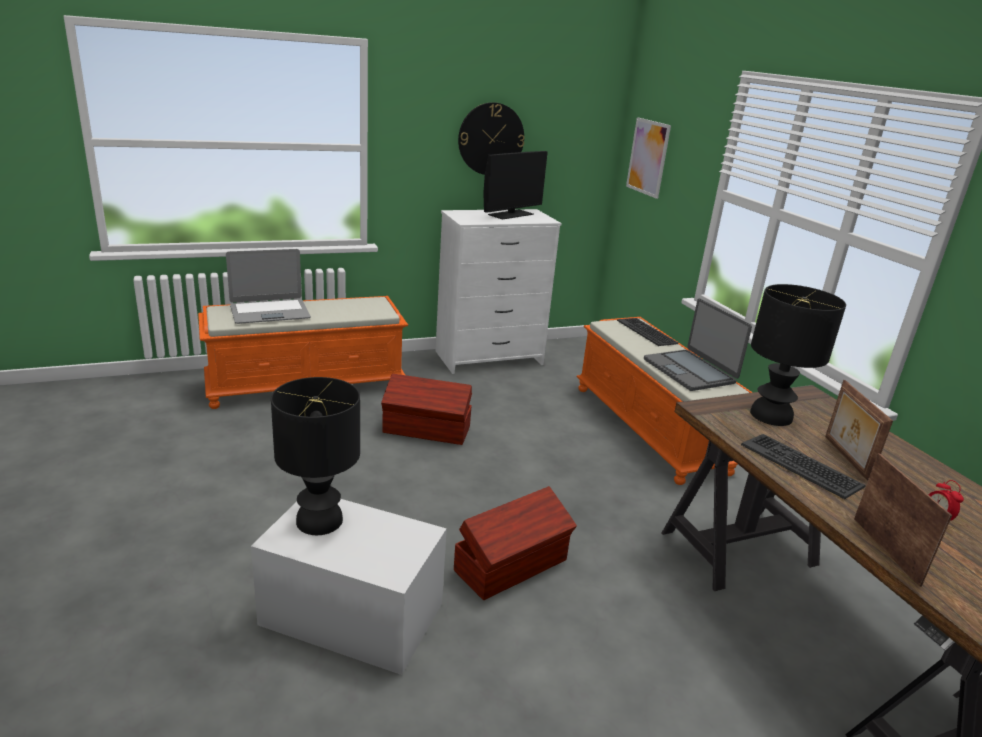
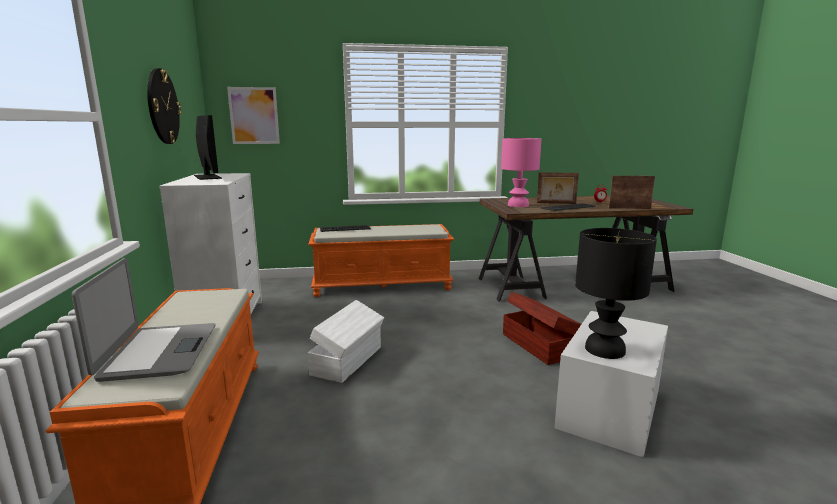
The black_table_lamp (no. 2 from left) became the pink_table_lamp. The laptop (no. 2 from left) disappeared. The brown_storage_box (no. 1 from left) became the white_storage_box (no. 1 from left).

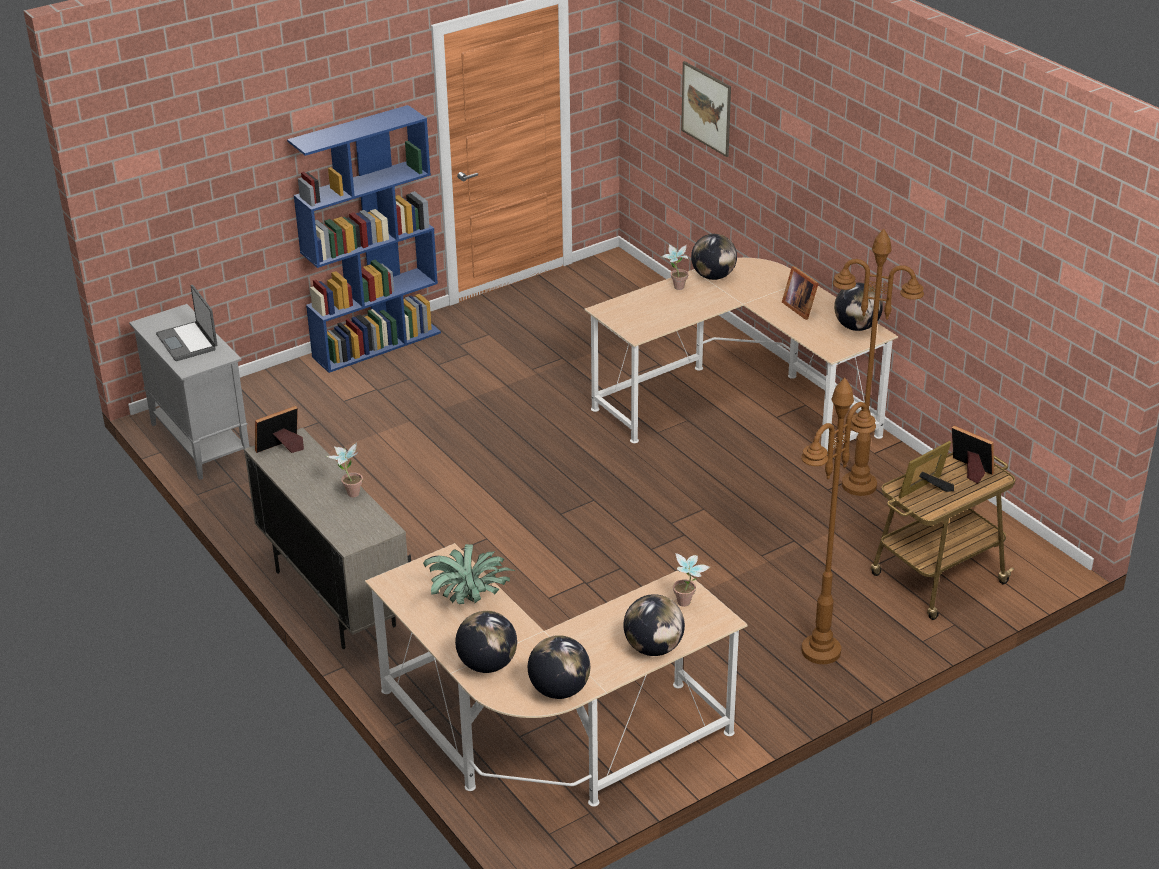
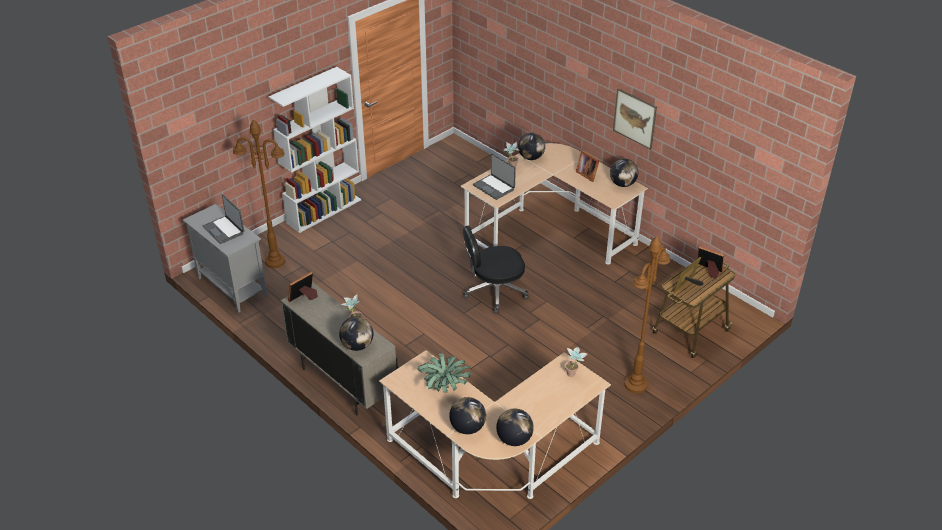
The picture moved. The blue_bookcase became the white_bookcase. The brown_floor_lamp (no. 2 from left in the first image) moved. The globe (no. 3 from left in the first image) moved. The laptop (no. 2 from left) appeared. The black_office_chair appeared.

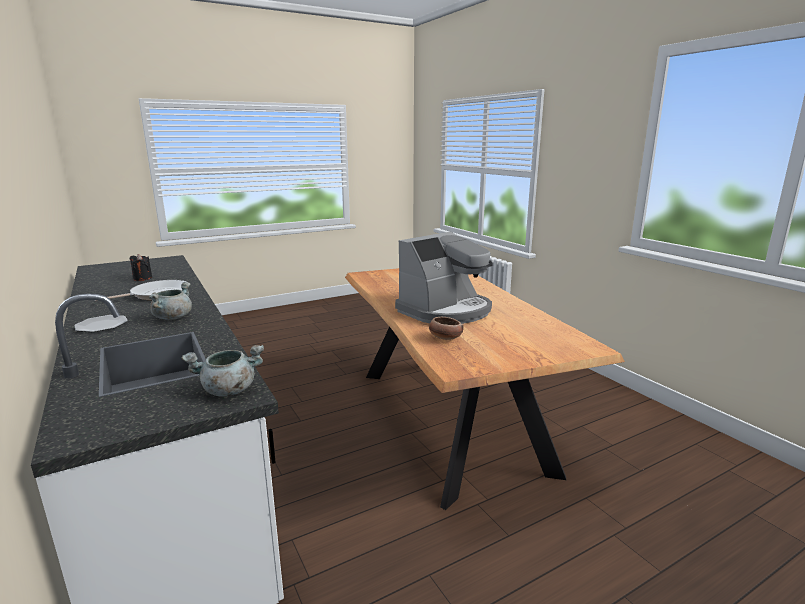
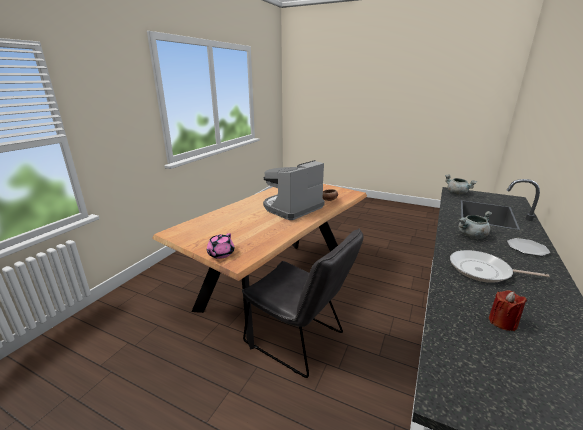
The coffee_machine turned 60 degrees counterclockwise. The black_candle became the red_candle. The grey_chair appeared. The pink_teapot appeared.

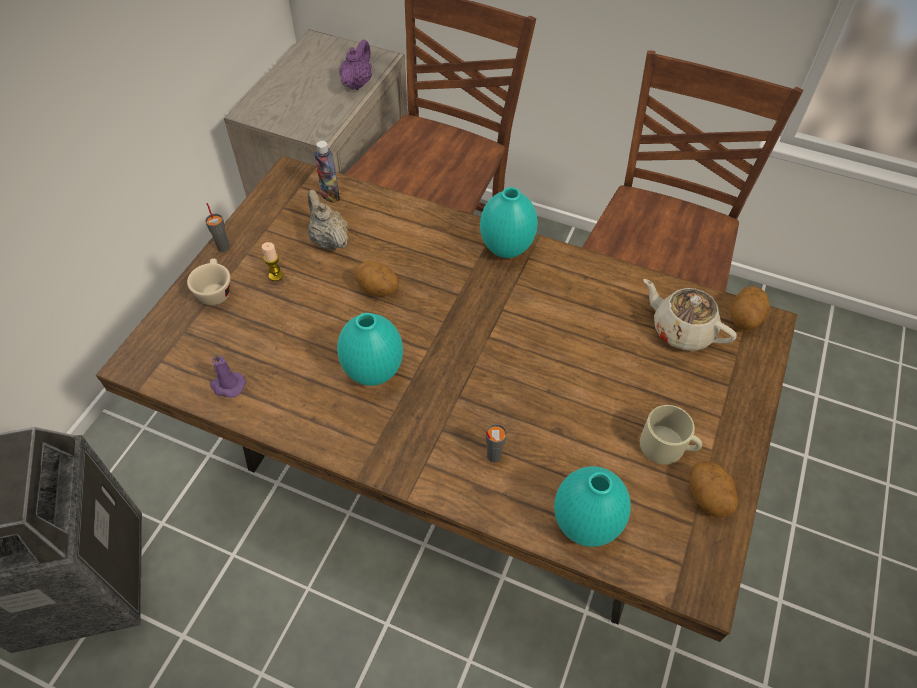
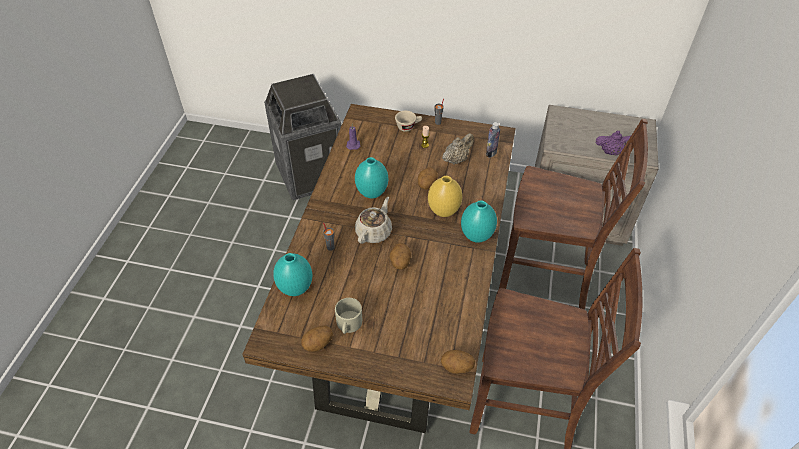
The beige_teapot (no. 2 from left in the first image) moved. The yellow_vase appeared. The potato (no. 2 from left) appeared.

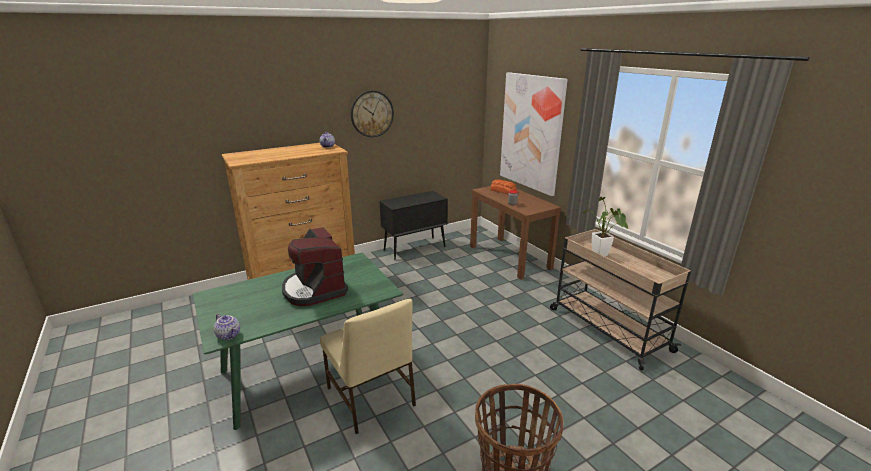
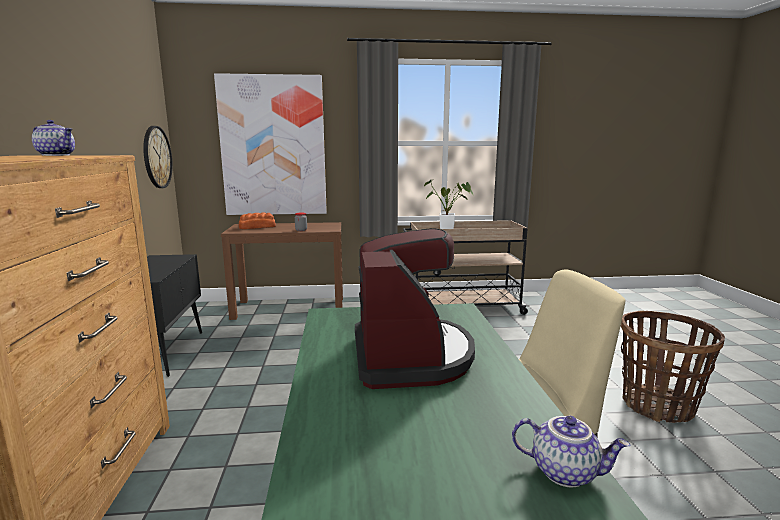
The wall_clock moved. The coffee_machine turned 90 degrees counterclockwise. The teapot (no. 1 from left in the first image) turned 45 degrees clockwise.

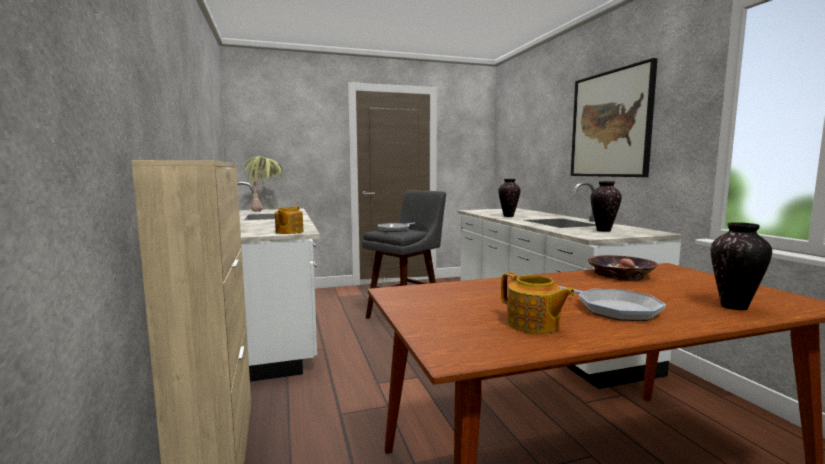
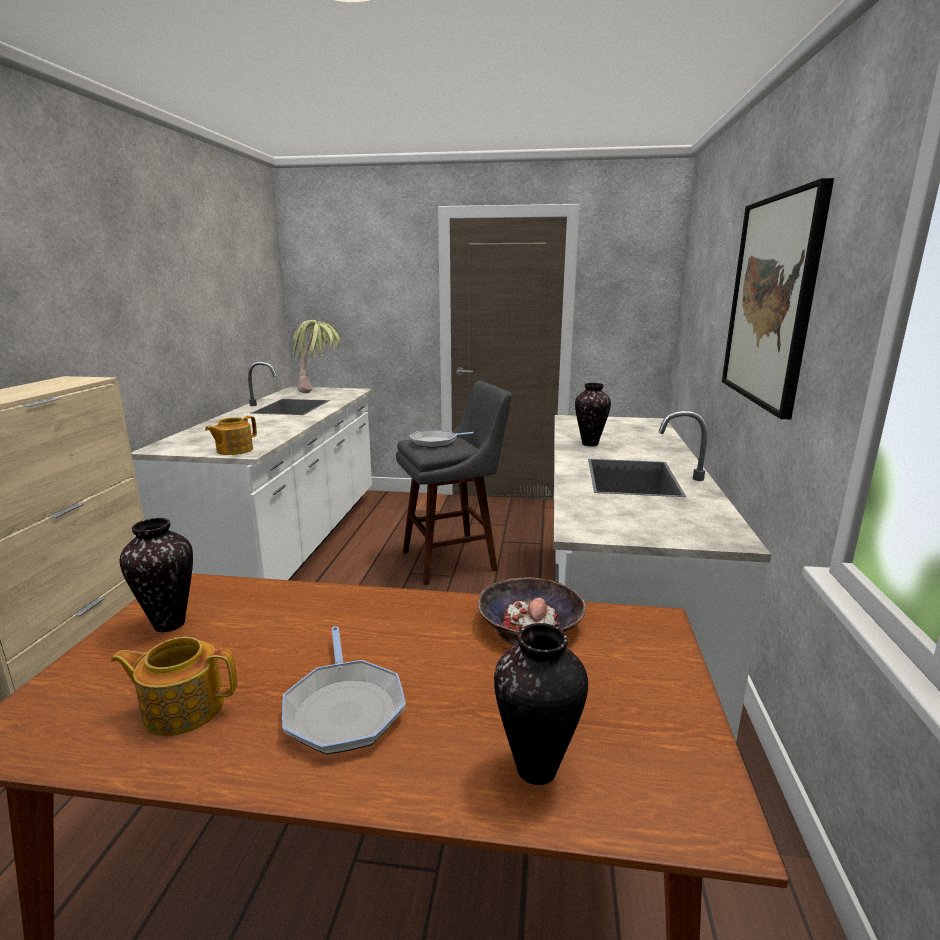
The vase (no. 2 from left in the first image) moved. The teapot (no. 2 from left in the first image) turned 105 degrees clockwise.

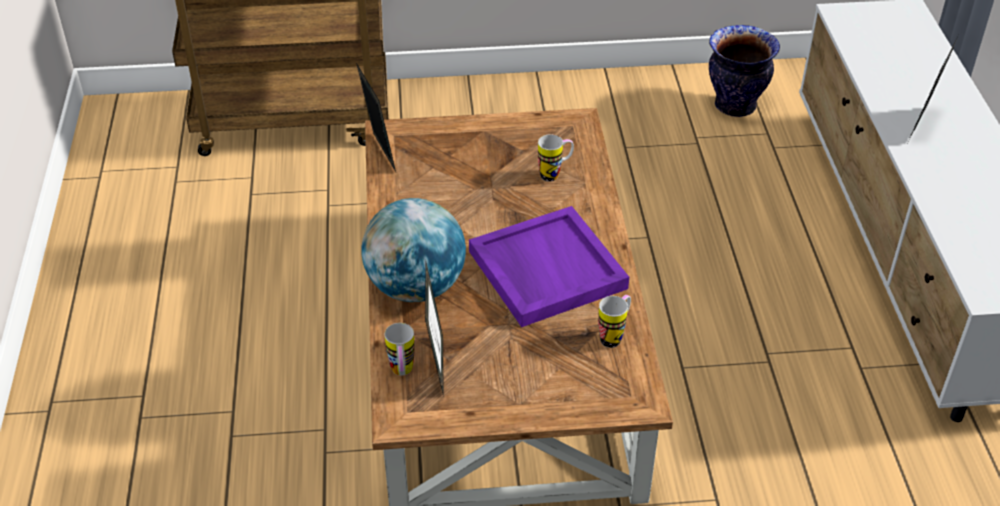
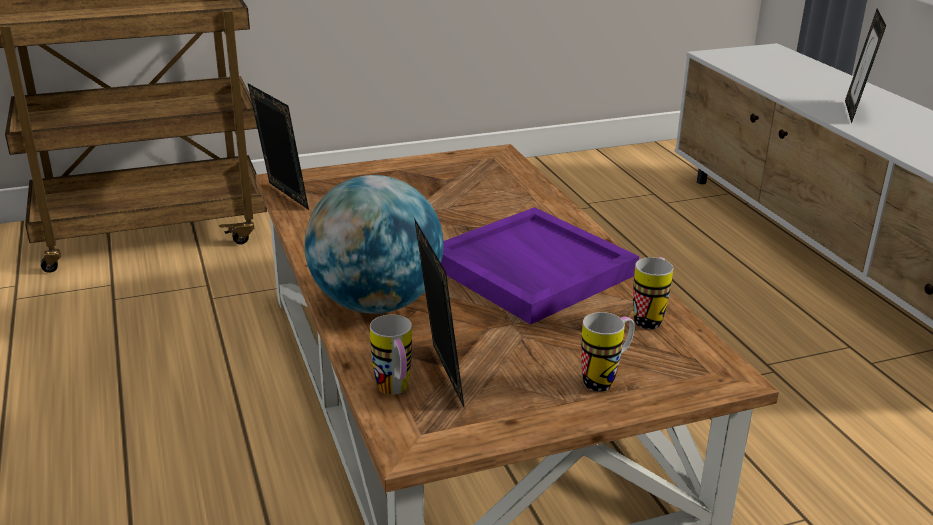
The vase disappeared. The mug (no. 2 from left) moved.

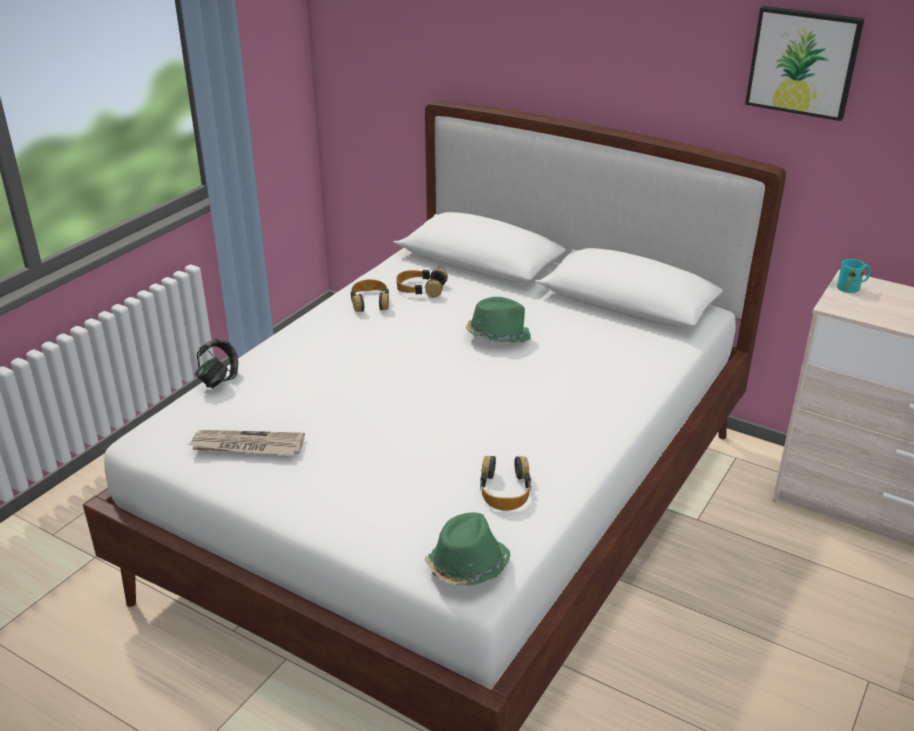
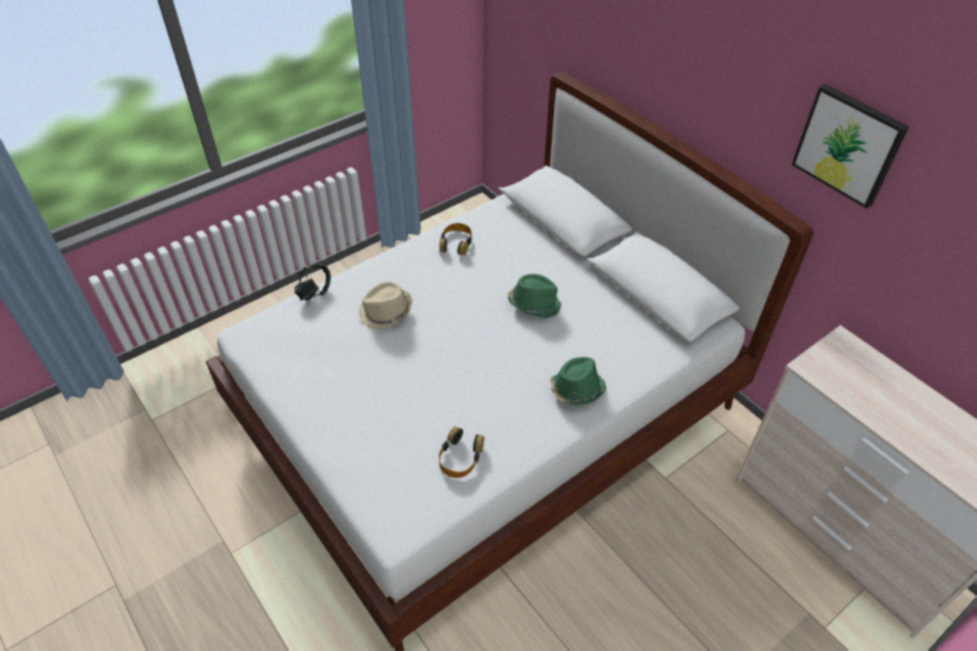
The turquoise_mug disappeared. The headphones (no. 3 from left) disappeared. The newspaper disappeared. The green_hat (no. 1 from left in the first image) moved. The beige_hat appeared.

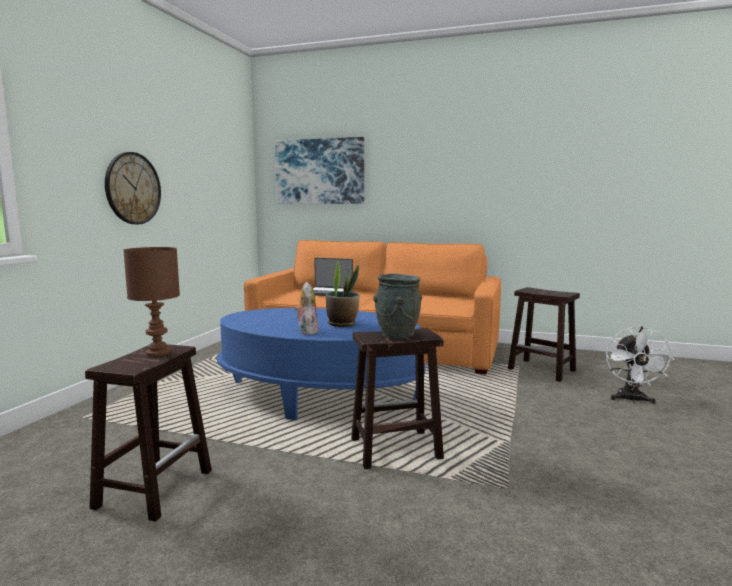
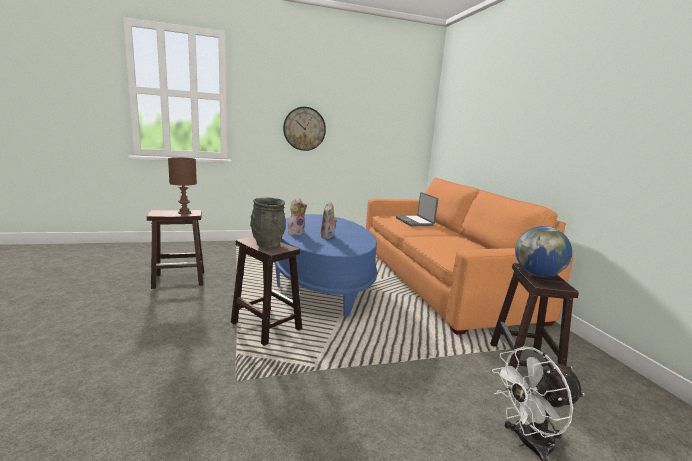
The picture disappeared. The potted_plant was replaced by the plush_toy (no. 2 from left). The globe appeared.

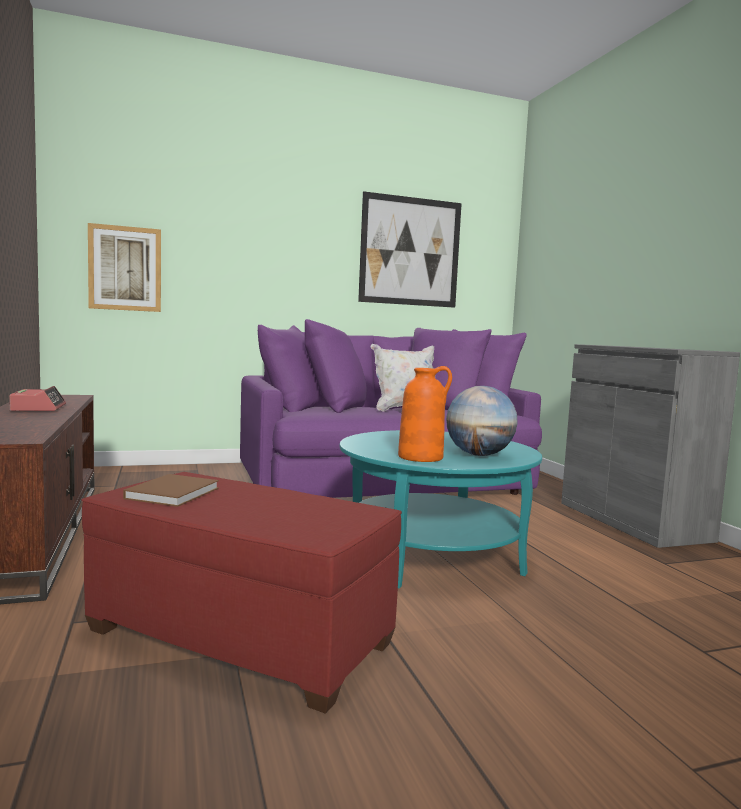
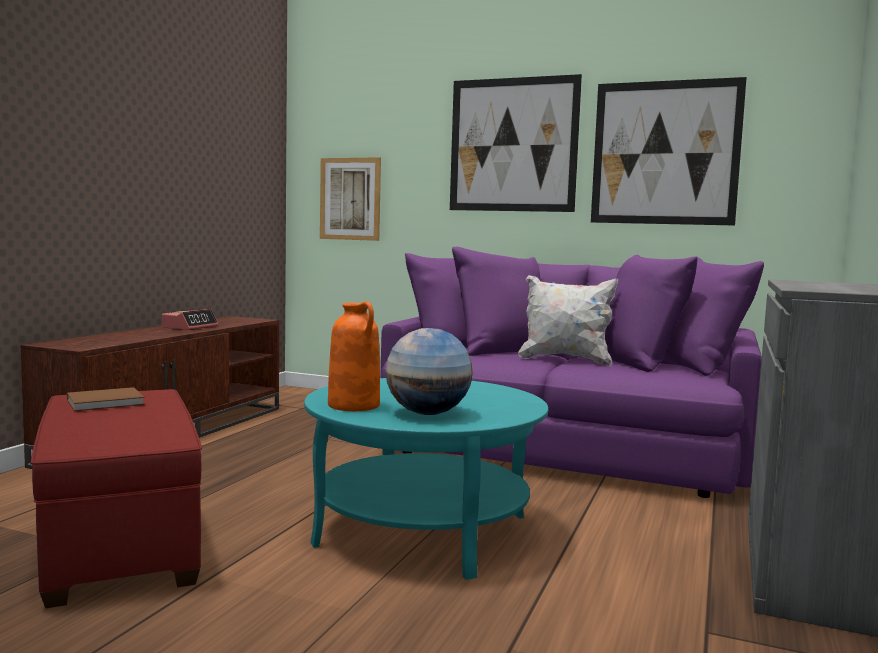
The picture (no. 2 from left) appeared.

